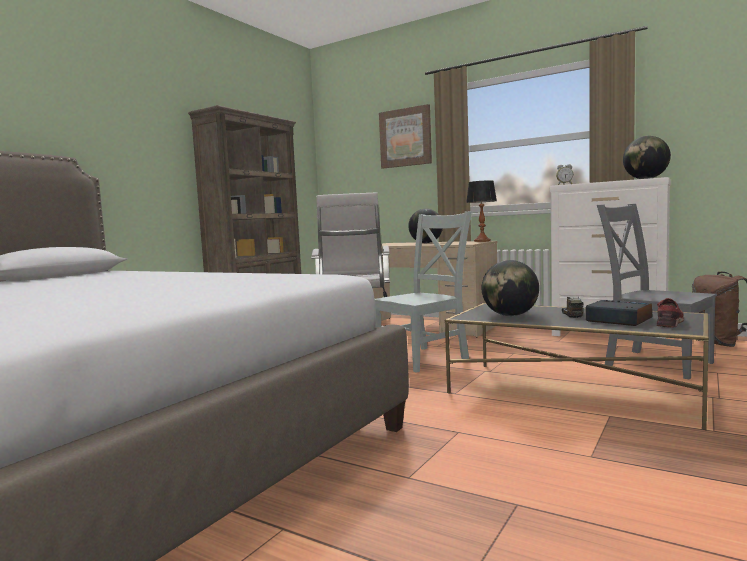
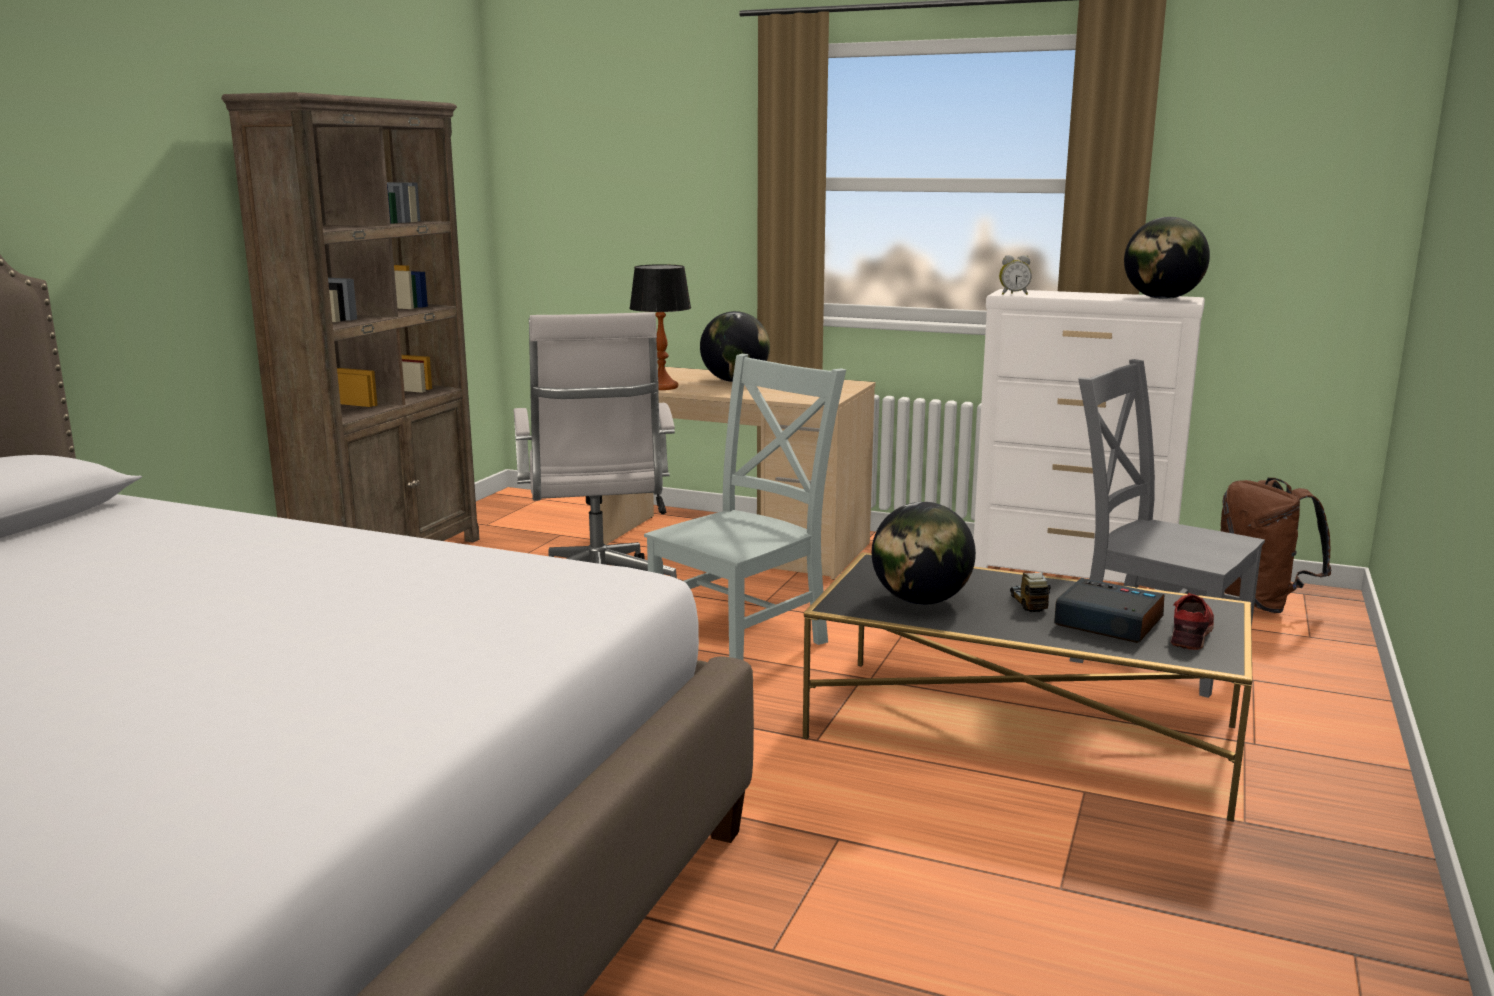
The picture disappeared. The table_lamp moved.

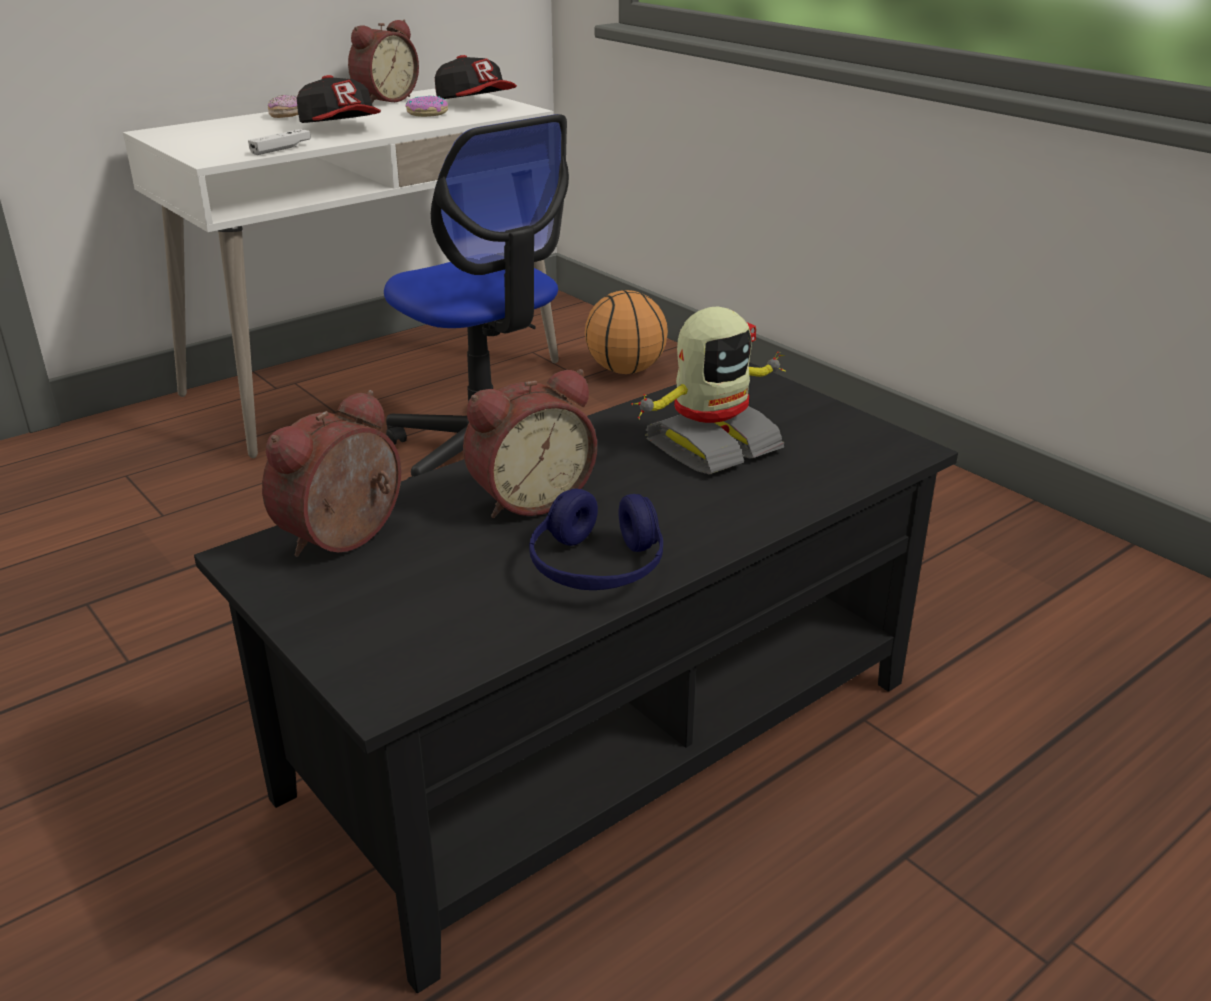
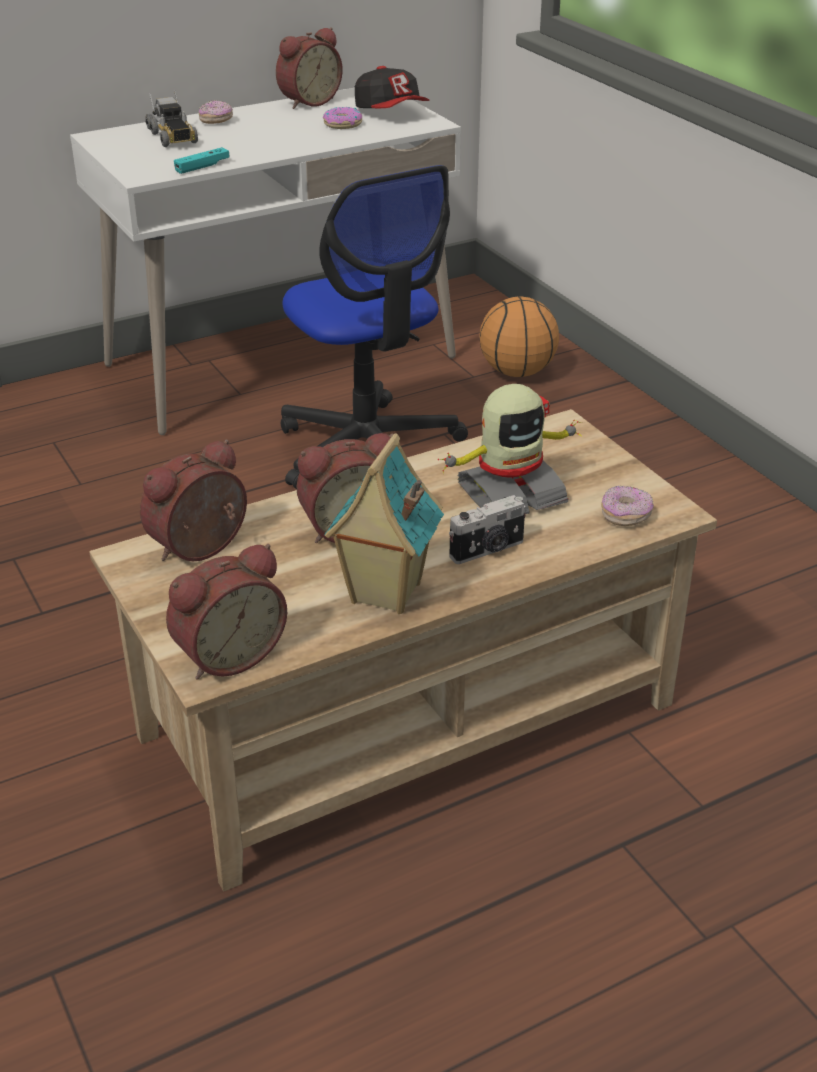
The cap (no. 1 from left) disappeared. The white_game_controller became the turquoise_game_controller. The black_coffee_table became the beige_coffee_table. The blue_headphones was replaced by the toy_house. The toy_truck appeared. The donut (no. 3 from left) appeared. The photo_camera appeared. The alarm_clock (no. 2 from left) appeared.

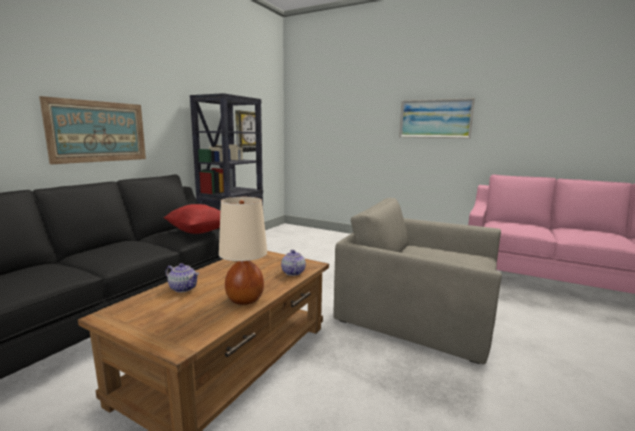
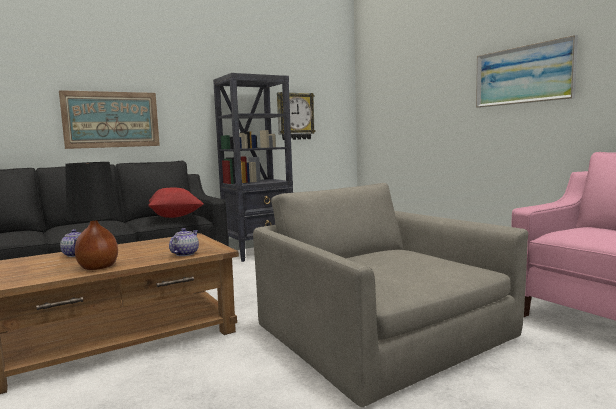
The beige_table_lamp became the black_table_lamp.

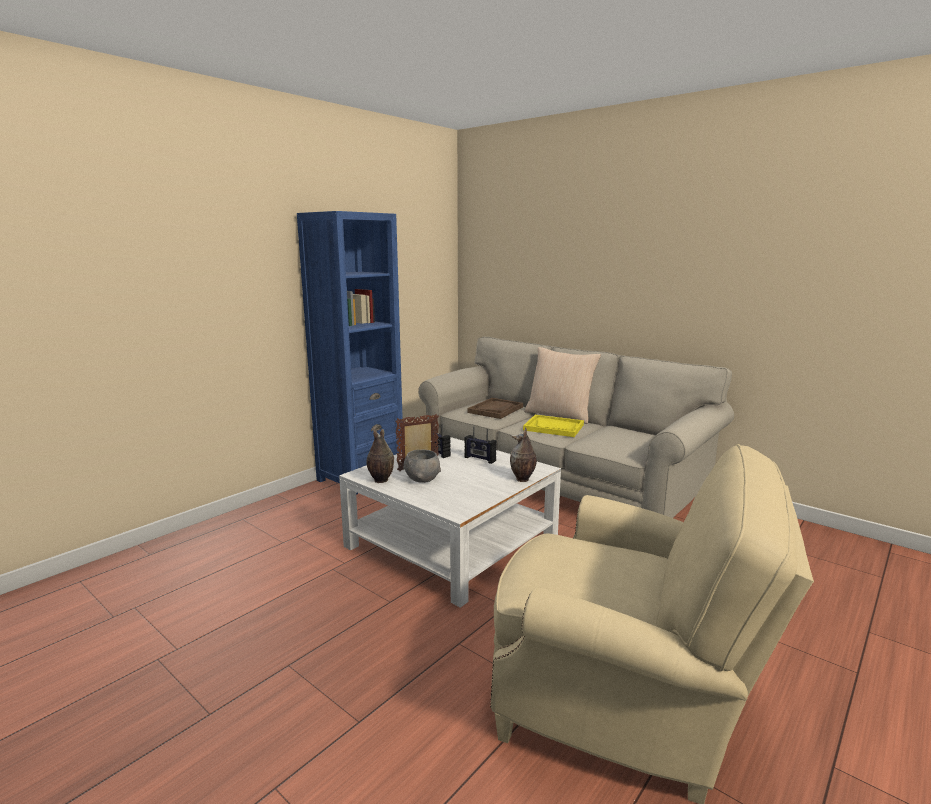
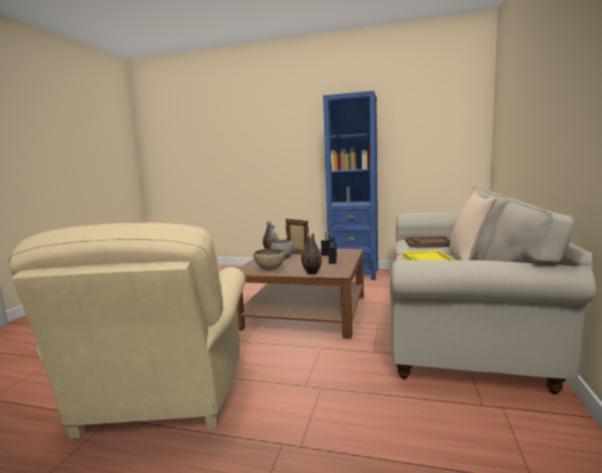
The white_coffee_table became the brown_coffee_table. The brown_bowl appeared.

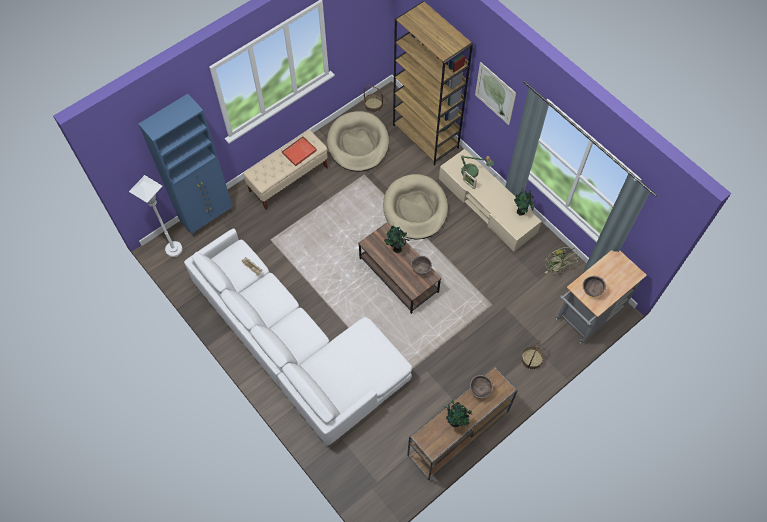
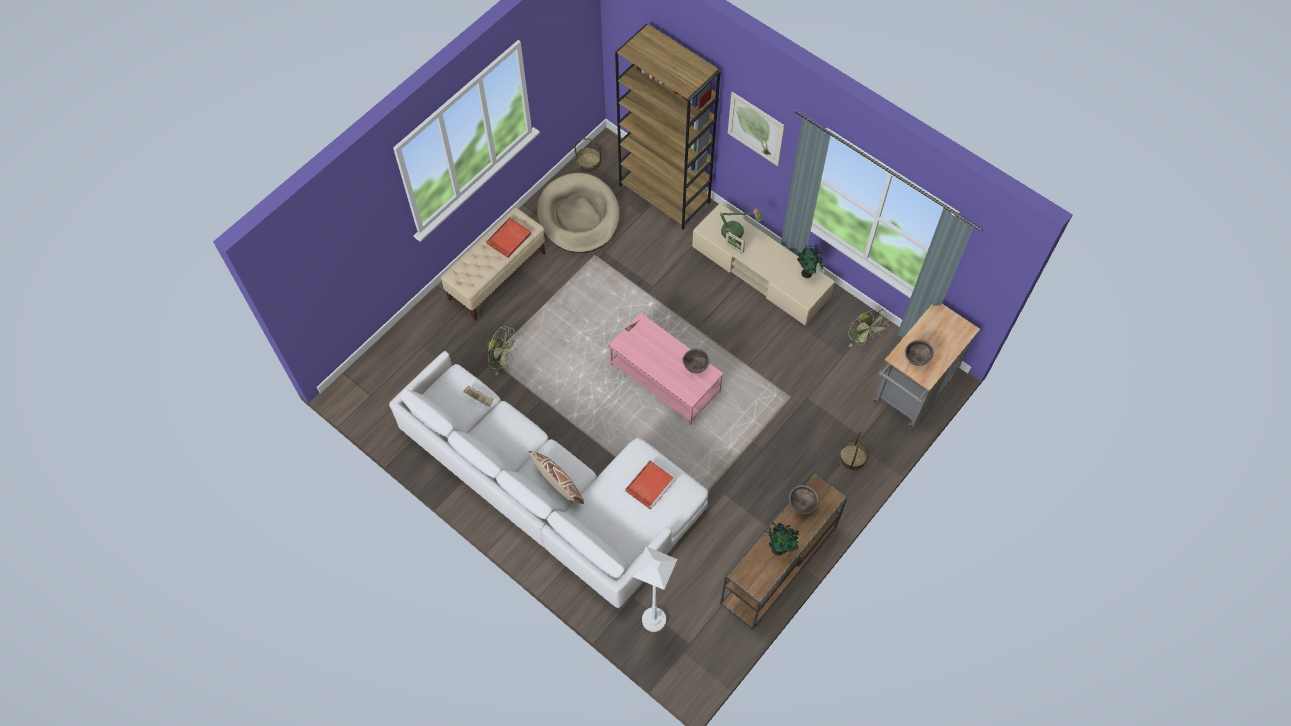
The blue_cabinet disappeared. The beige_dog_bed (no. 2 from left) disappeared. The white_floor_lamp moved. The brown_coffee_table became the pink_coffee_table. The potted_plant (no. 1 from left) disappeared. The green_fan (no. 1 from left) appeared. The beige_pillow appeared. The red_tray (no. 2 from left) appeared.

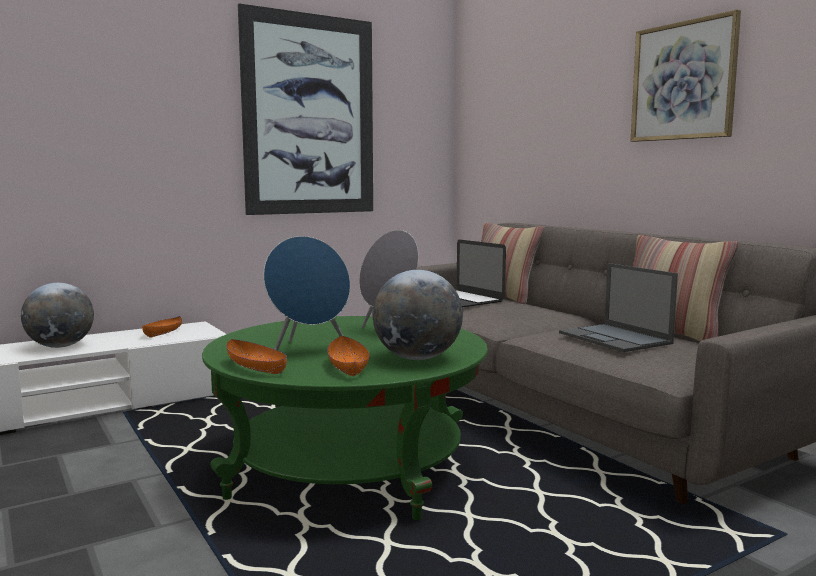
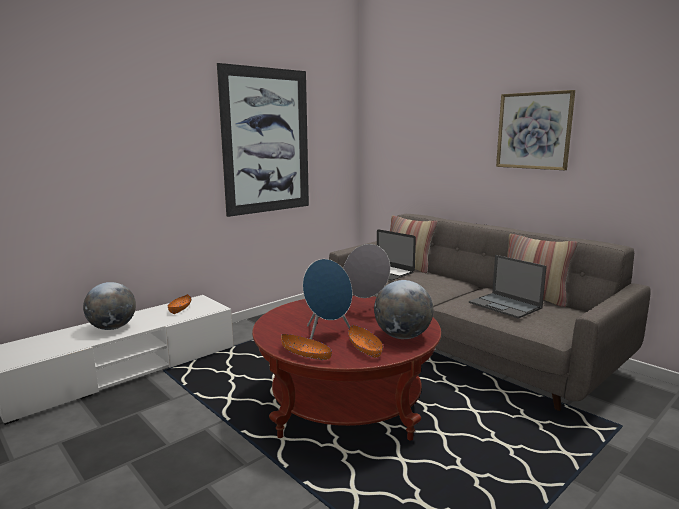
The green_coffee_table became the red_coffee_table.

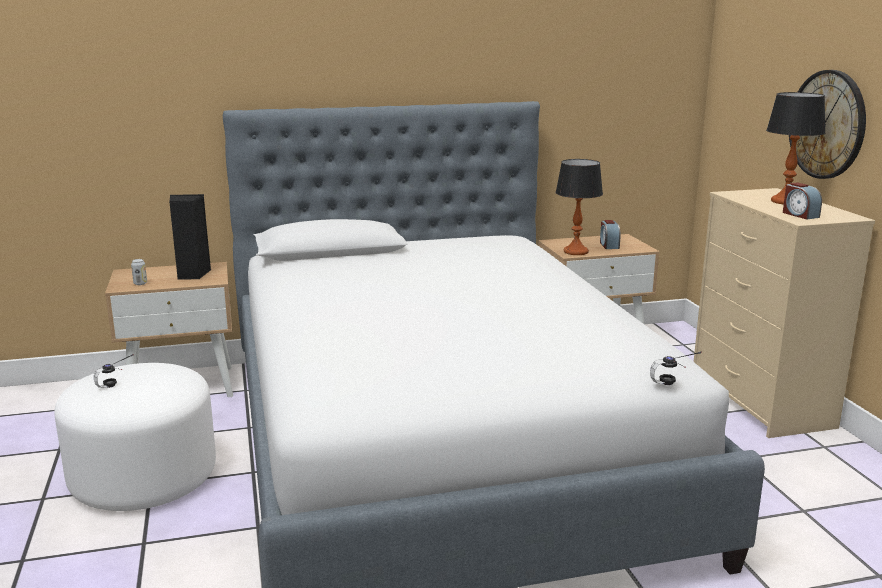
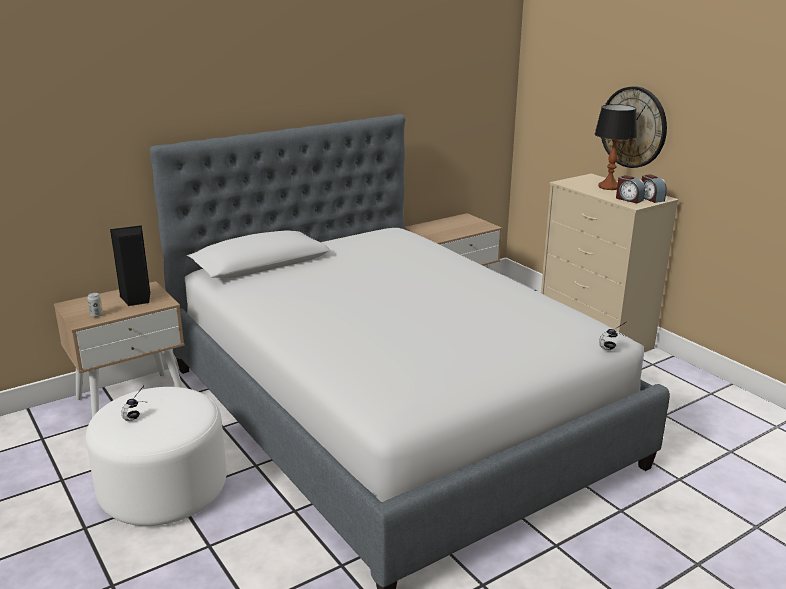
The table_lamp (no. 1 from left) disappeared. The alarm_clock (no. 1 from left in the first image) moved.

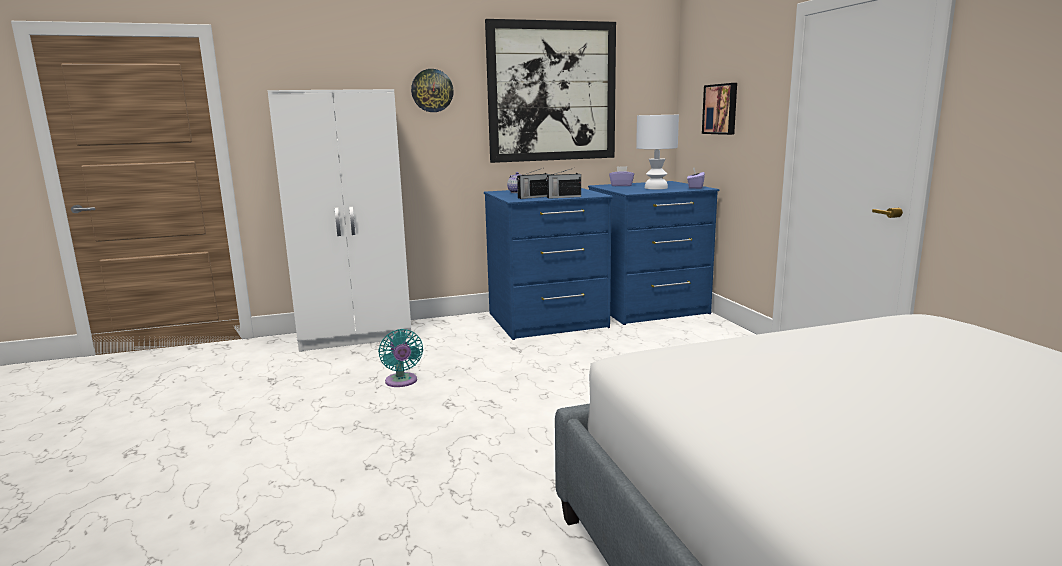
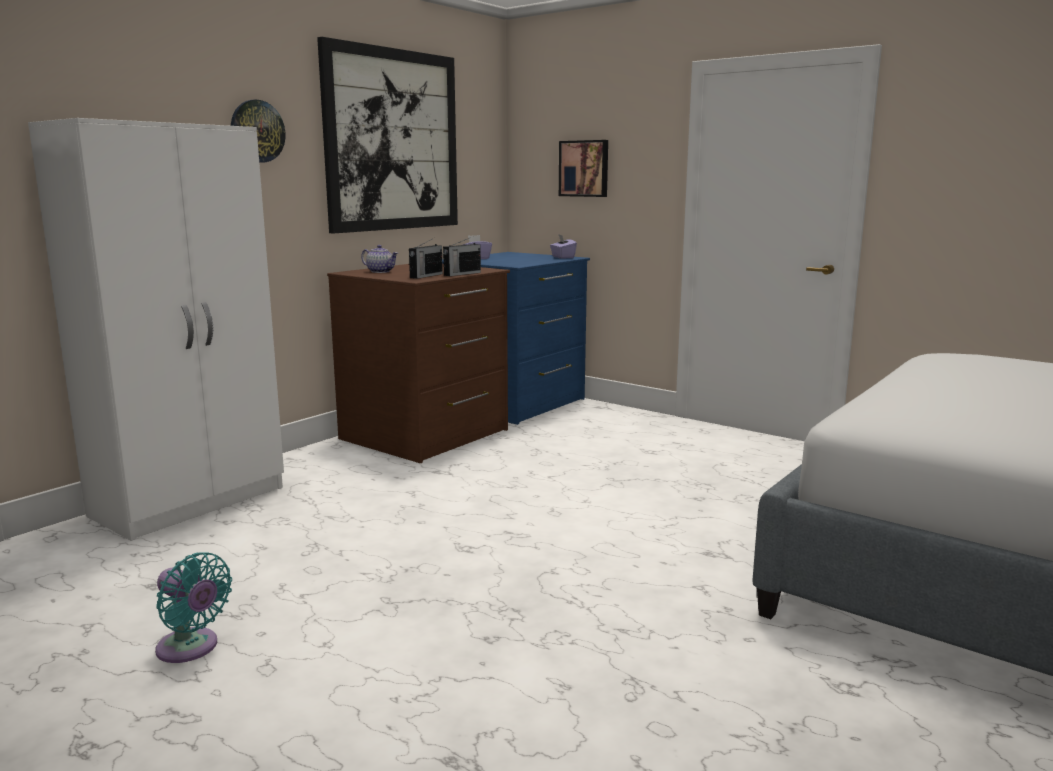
The white_table_lamp disappeared. The blue_dresser (no. 1 from left) became the brown_dresser. The turquoise_fan moved.

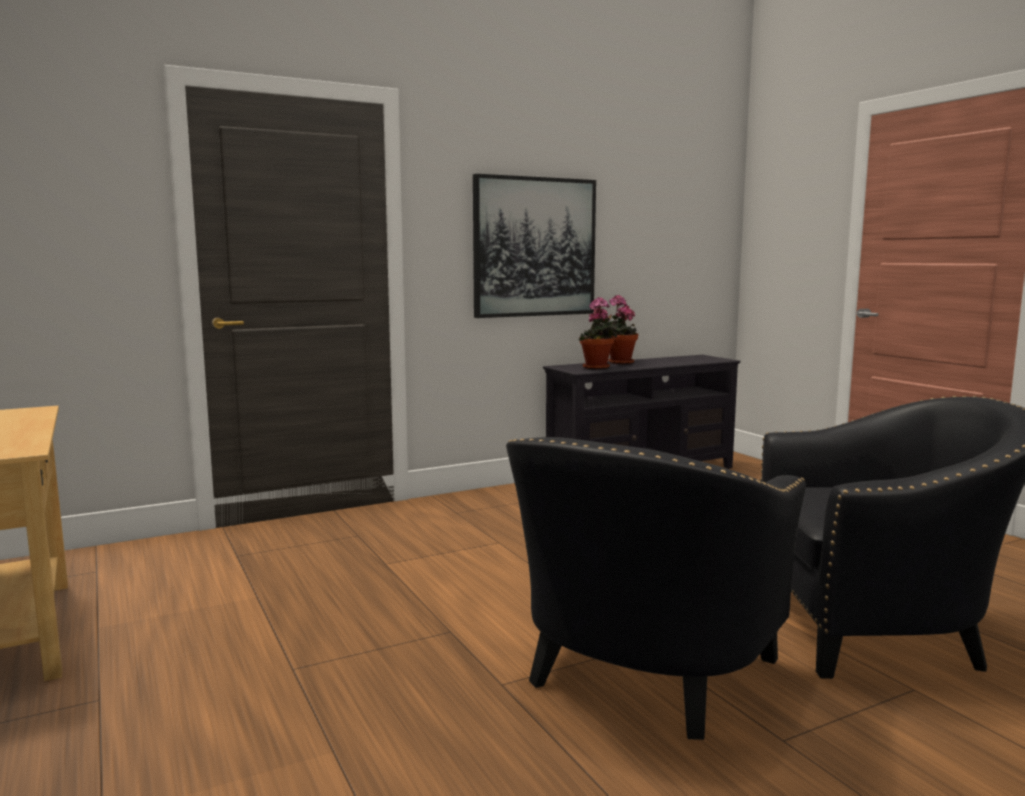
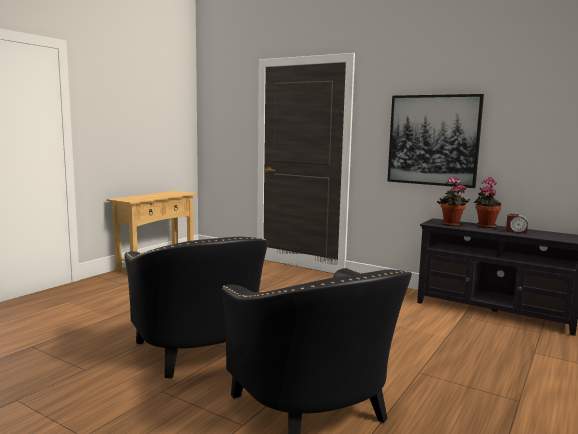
The black_armchair (no. 1 from left) turned 120 degrees counterclockwise. The alarm_clock appeared.

